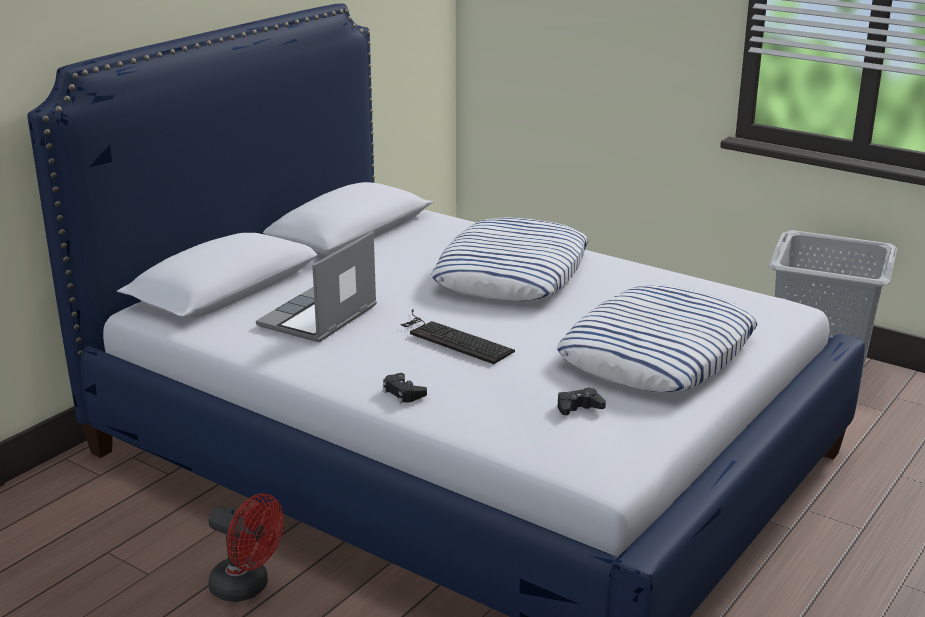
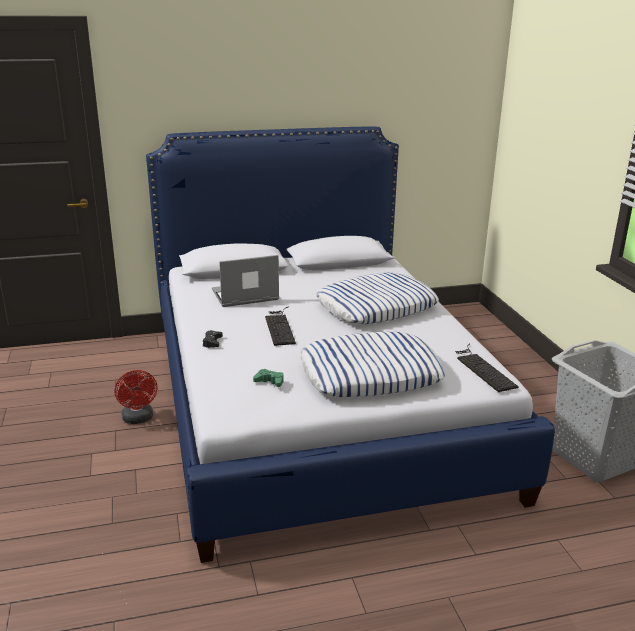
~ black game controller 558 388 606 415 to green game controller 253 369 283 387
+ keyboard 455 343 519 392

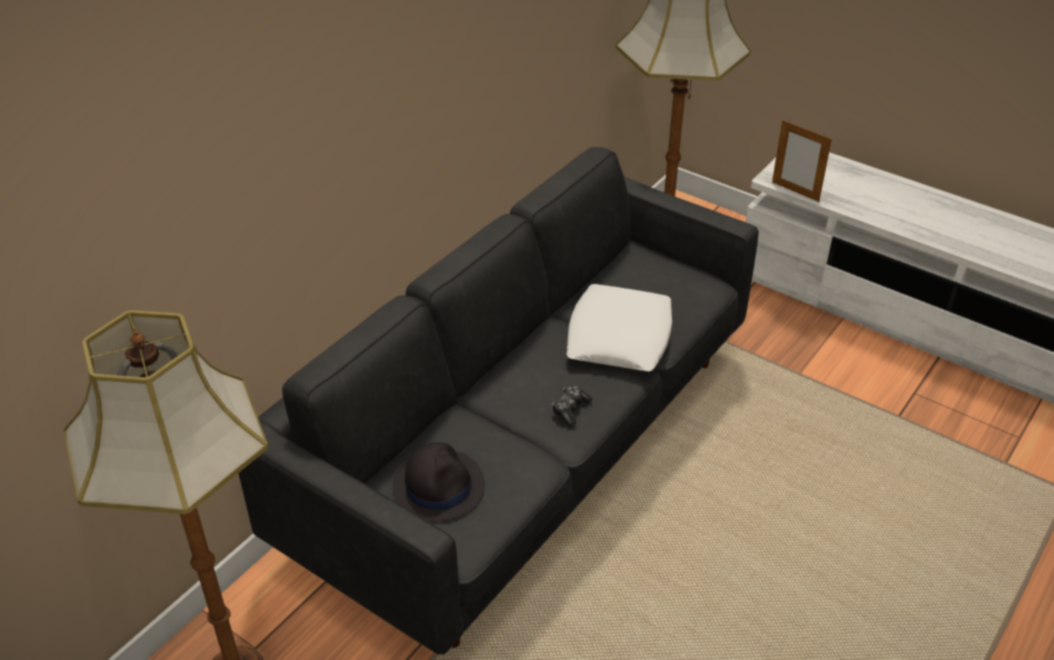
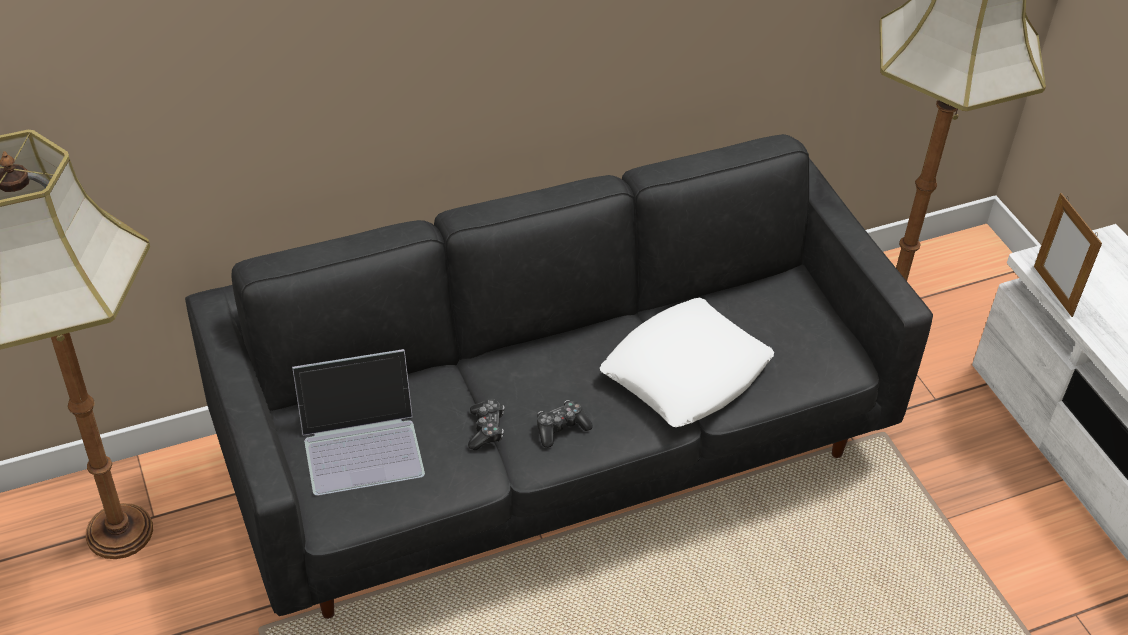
~ black hat 392 442 485 522 to laptop 292 349 425 496
+ game controller 468 399 505 450

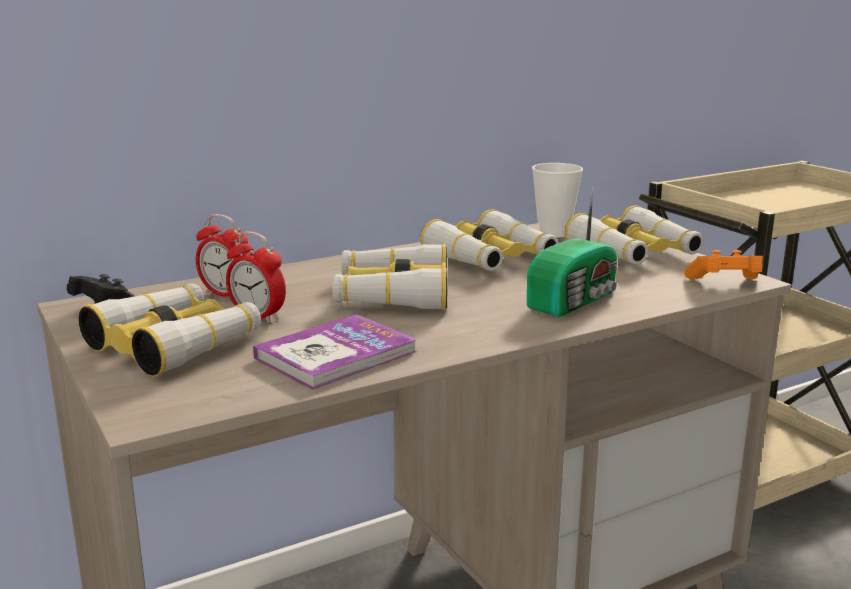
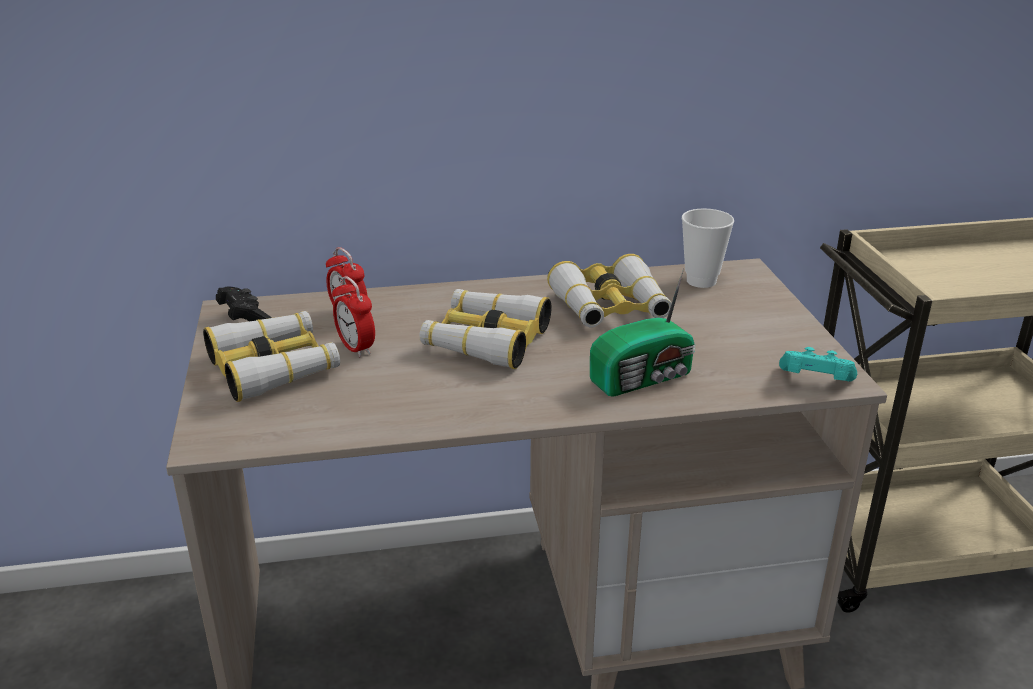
- binoculars 564 205 704 265
~ orange game controller 684 250 763 279 to turquoise game controller 779 347 857 381
- book 253 314 417 390

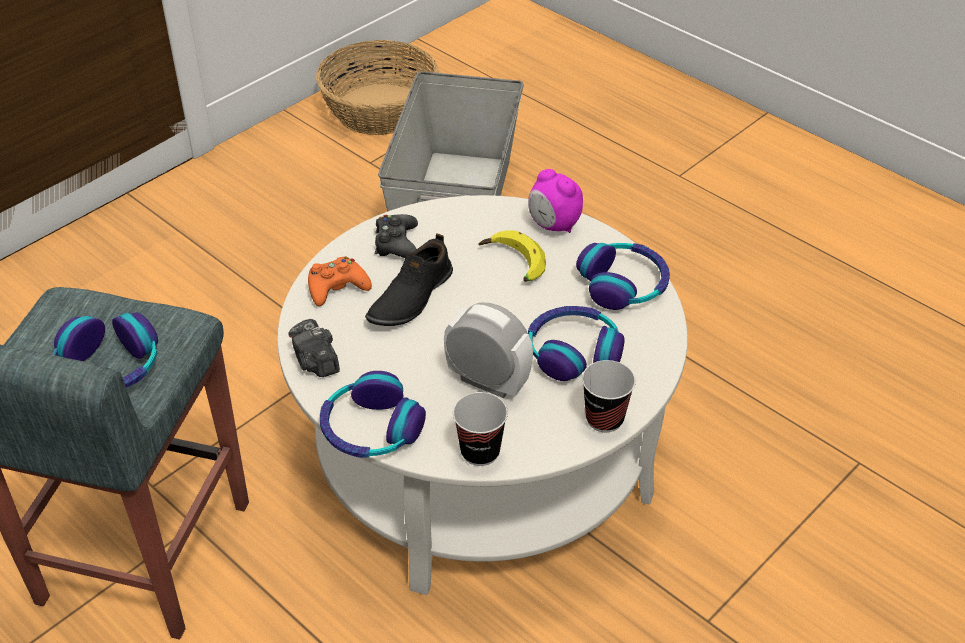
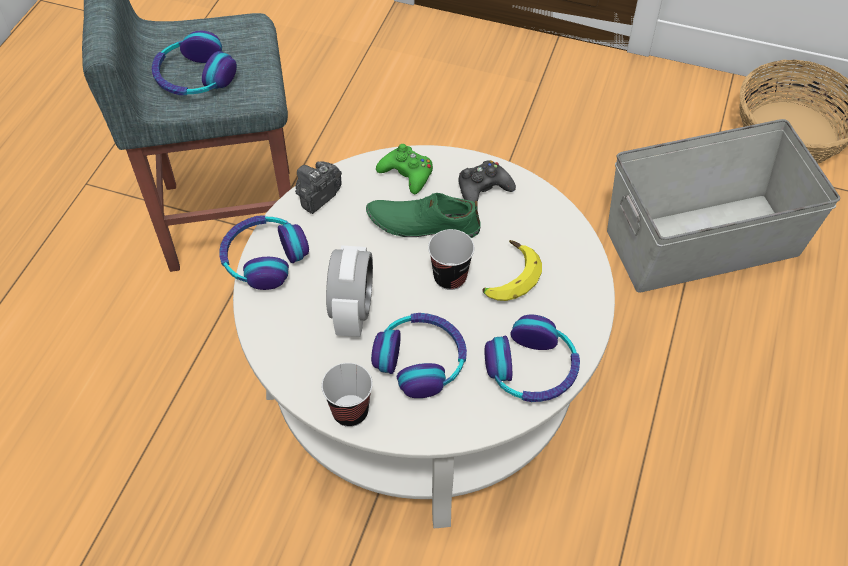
- alarm clock 528 169 583 233
~ black shoe 365 233 453 326 to green shoe 366 193 481 238
~ orange game controller 308 256 372 306 to green game controller 376 144 433 194
~ cup 453 392 508 466 to 428 229 474 290

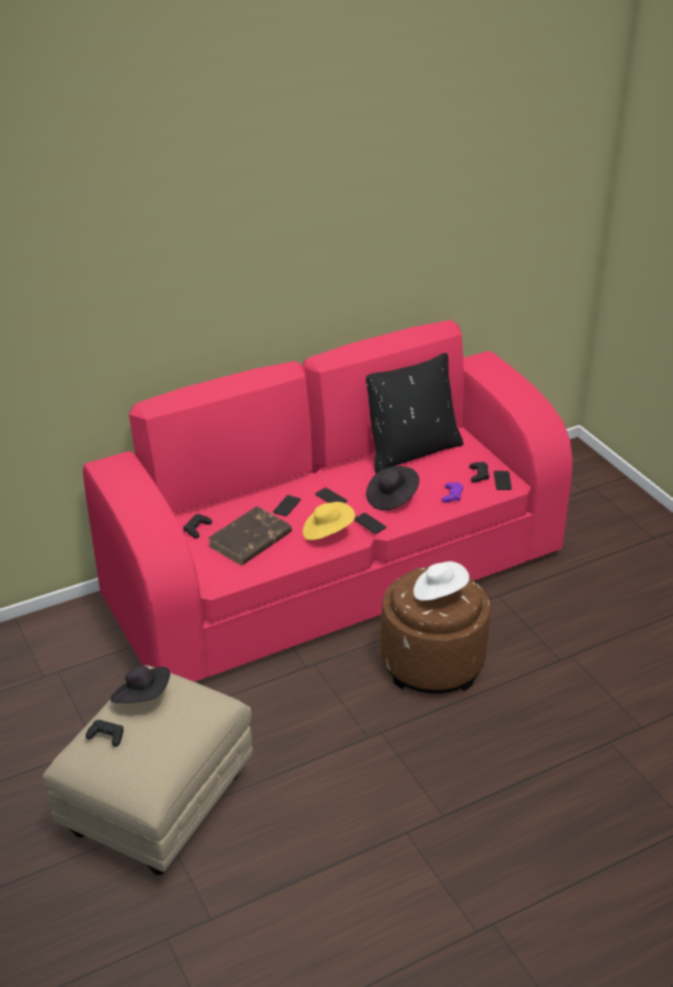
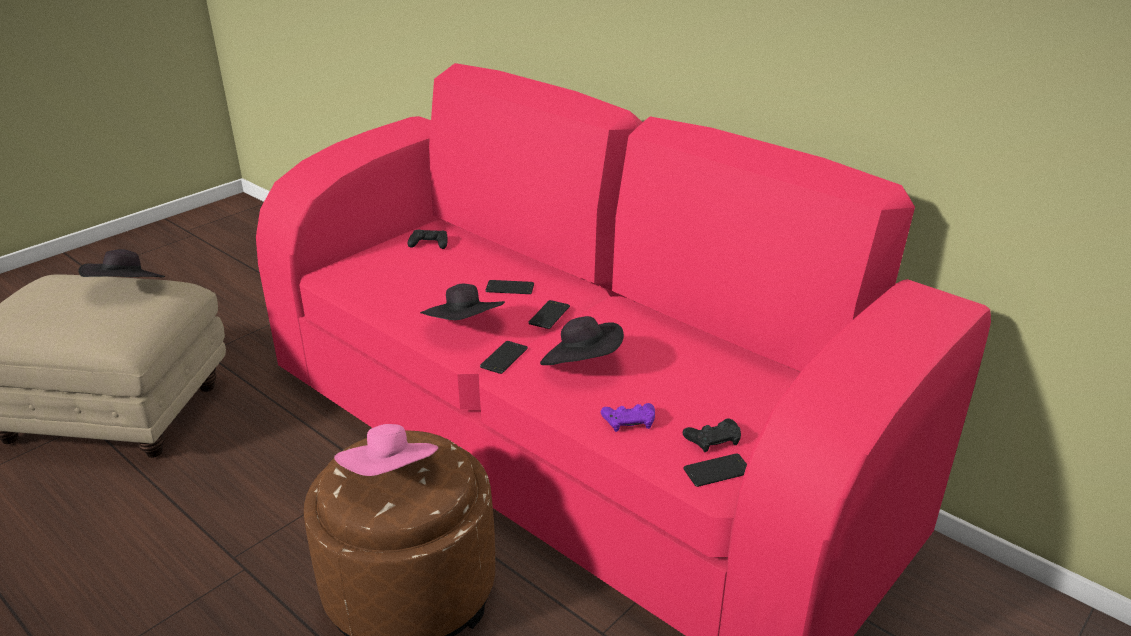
- black pillow 366 353 464 473
~ yellow hat 303 502 355 540 to black hat 420 284 505 320
- brown book 208 506 292 565
~ white hat 413 561 469 601 to pink hat 334 424 438 476
- black game controller 85 720 124 747

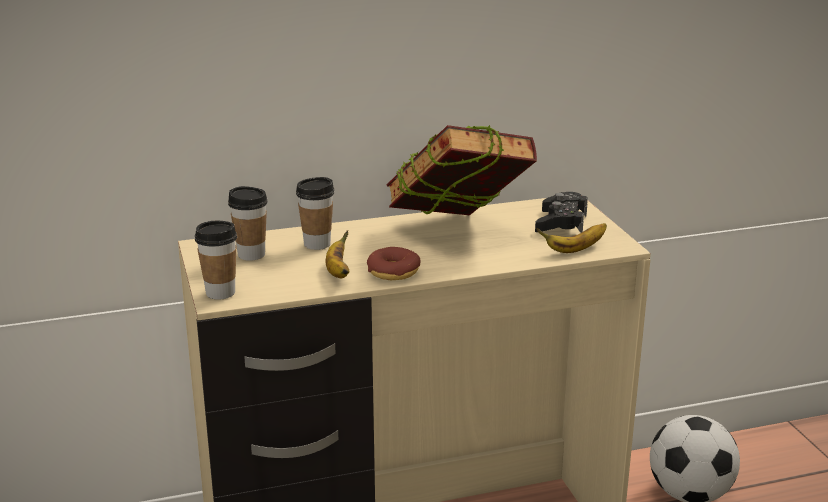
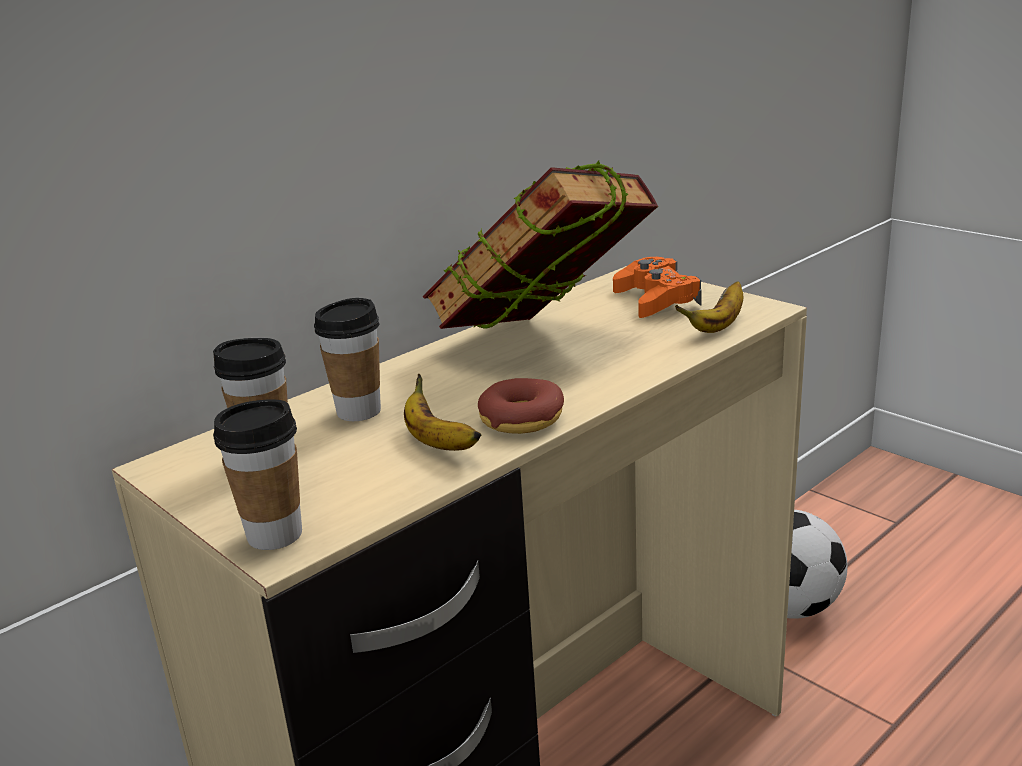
~ black game controller 535 192 588 233 to orange game controller 613 257 702 318

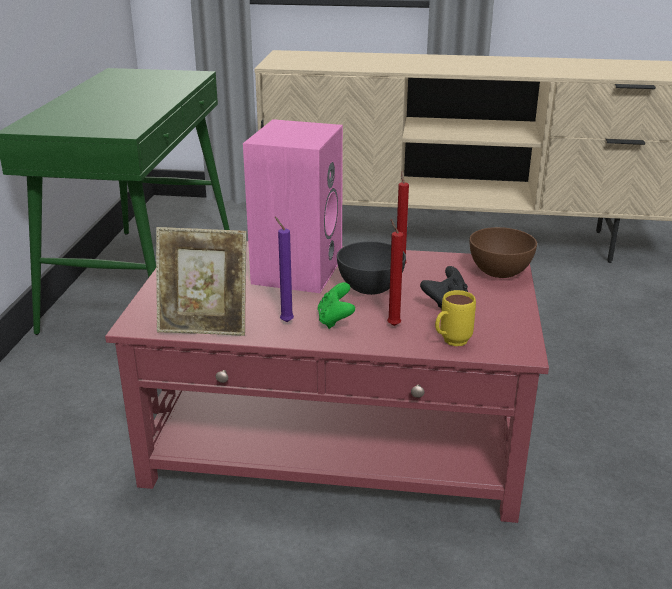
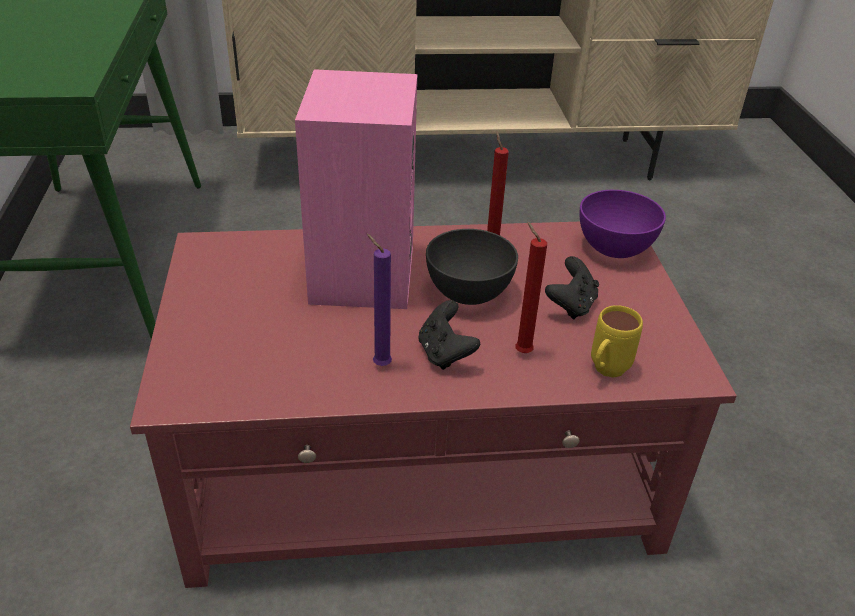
- picture frame 156 227 247 336
~ brown bowl 470 227 537 278 to purple bowl 580 190 666 258
~ green game controller 317 282 355 329 to black game controller 418 300 480 370

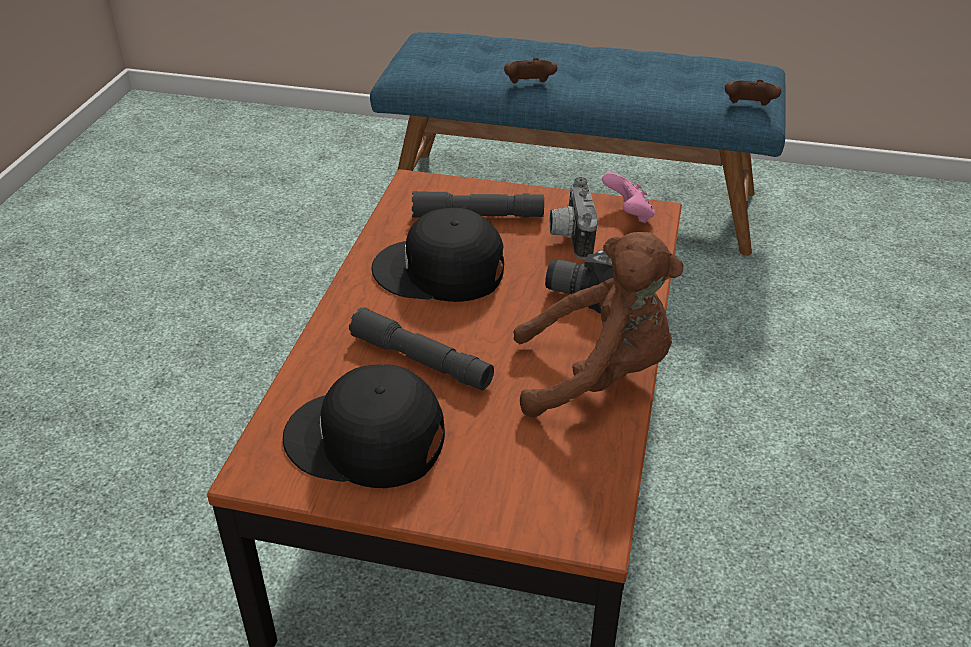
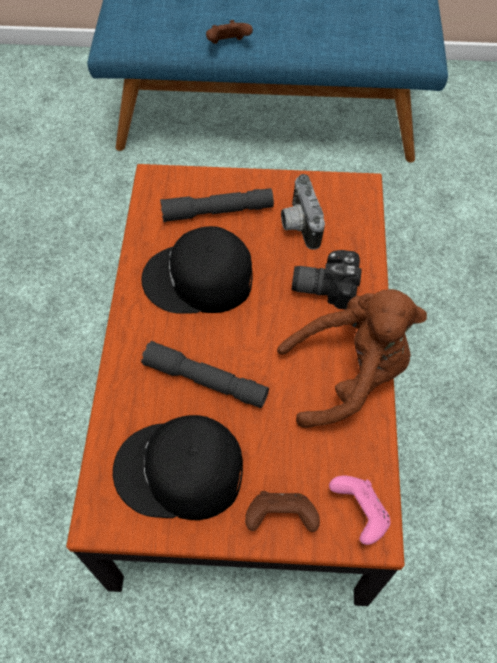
~ brown game controller 725 80 782 106 to 245 491 320 532
~ pink game controller 602 172 655 223 to 329 475 390 545

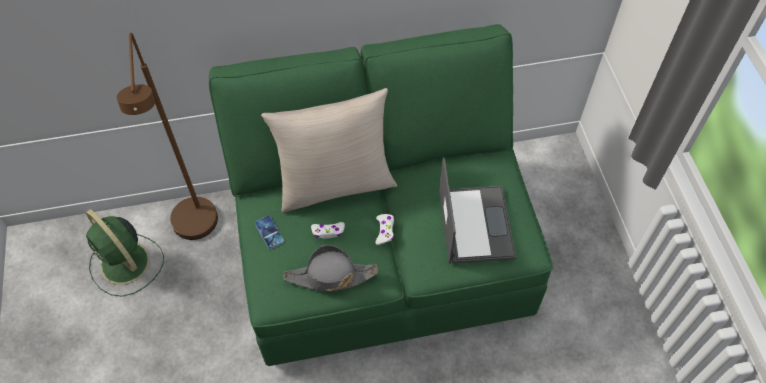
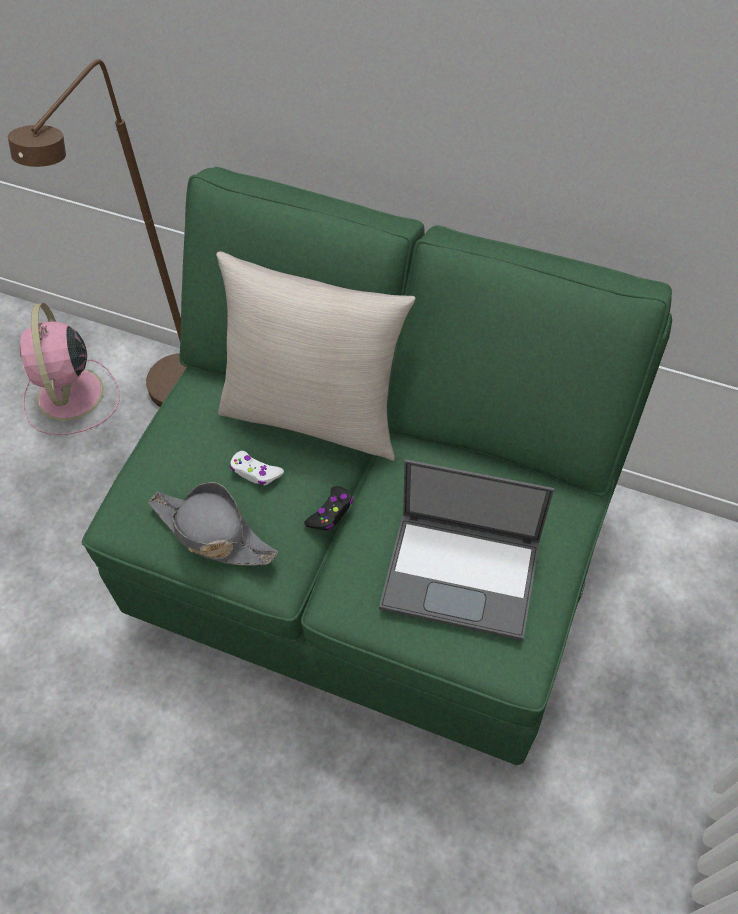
~ laptop 439 157 516 264 = 379 459 554 641 75 degrees clockwise
~ green fan 86 210 164 297 to pink fan 20 303 120 435
~ white game controller 375 214 395 245 to black game controller 304 486 353 530
- phone 254 215 284 249

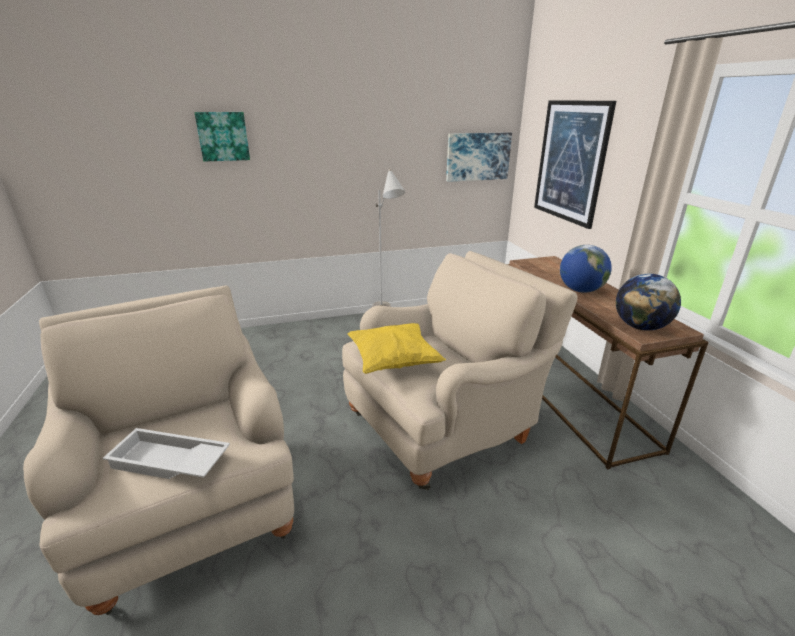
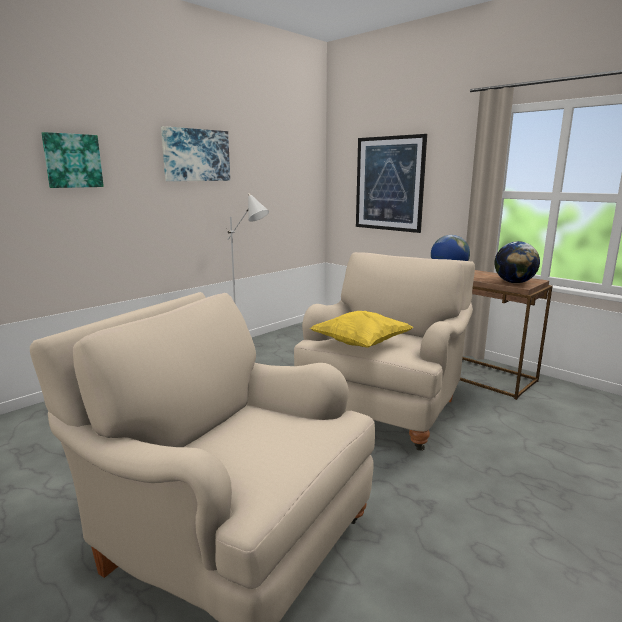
~ picture 446 132 512 182 to 161 126 230 181
- white tray 103 428 230 479

